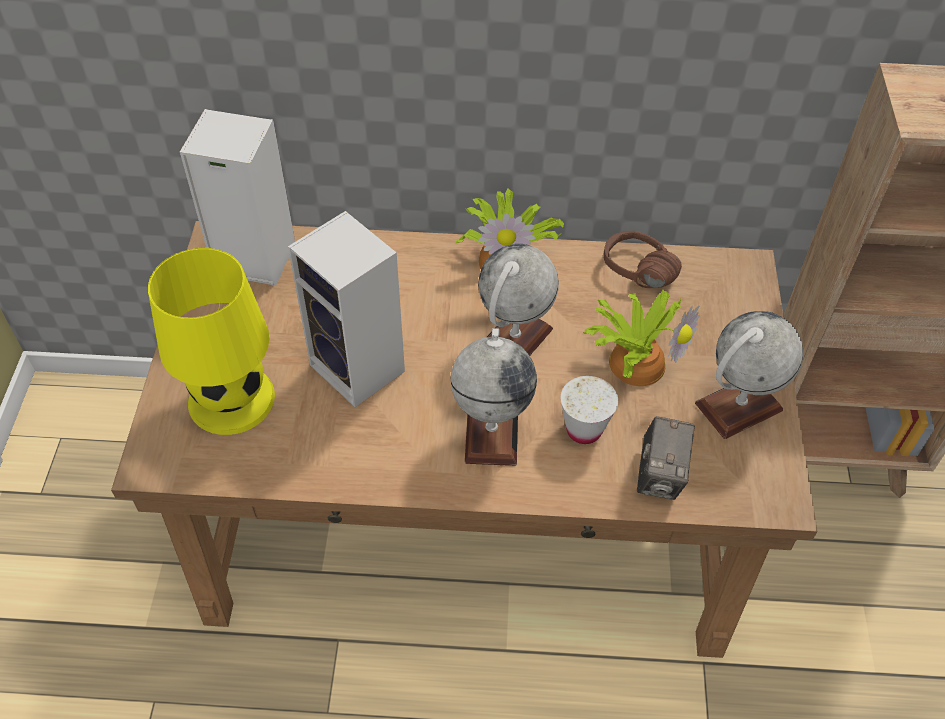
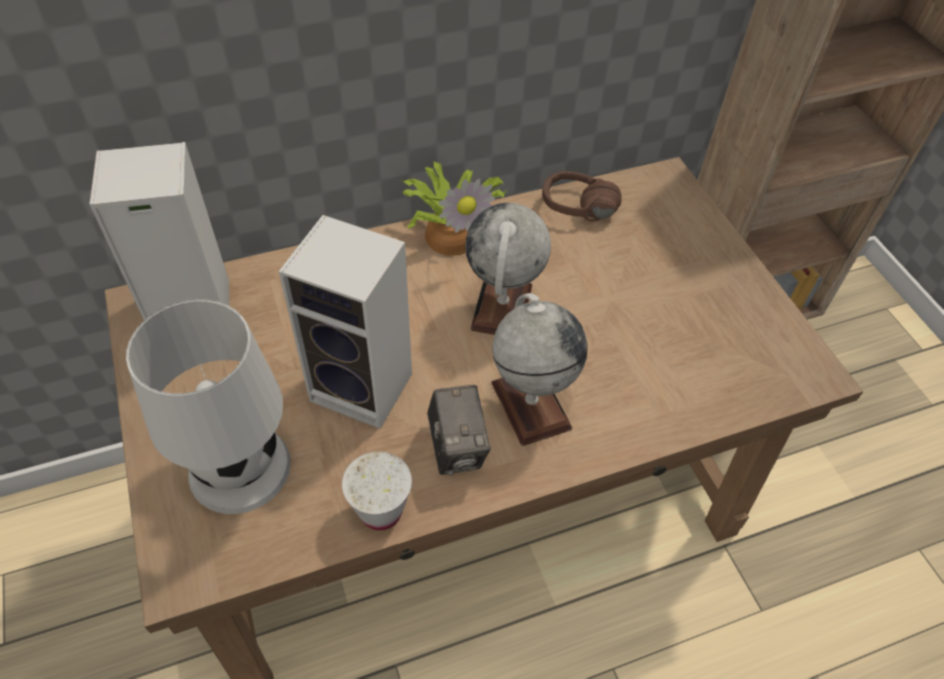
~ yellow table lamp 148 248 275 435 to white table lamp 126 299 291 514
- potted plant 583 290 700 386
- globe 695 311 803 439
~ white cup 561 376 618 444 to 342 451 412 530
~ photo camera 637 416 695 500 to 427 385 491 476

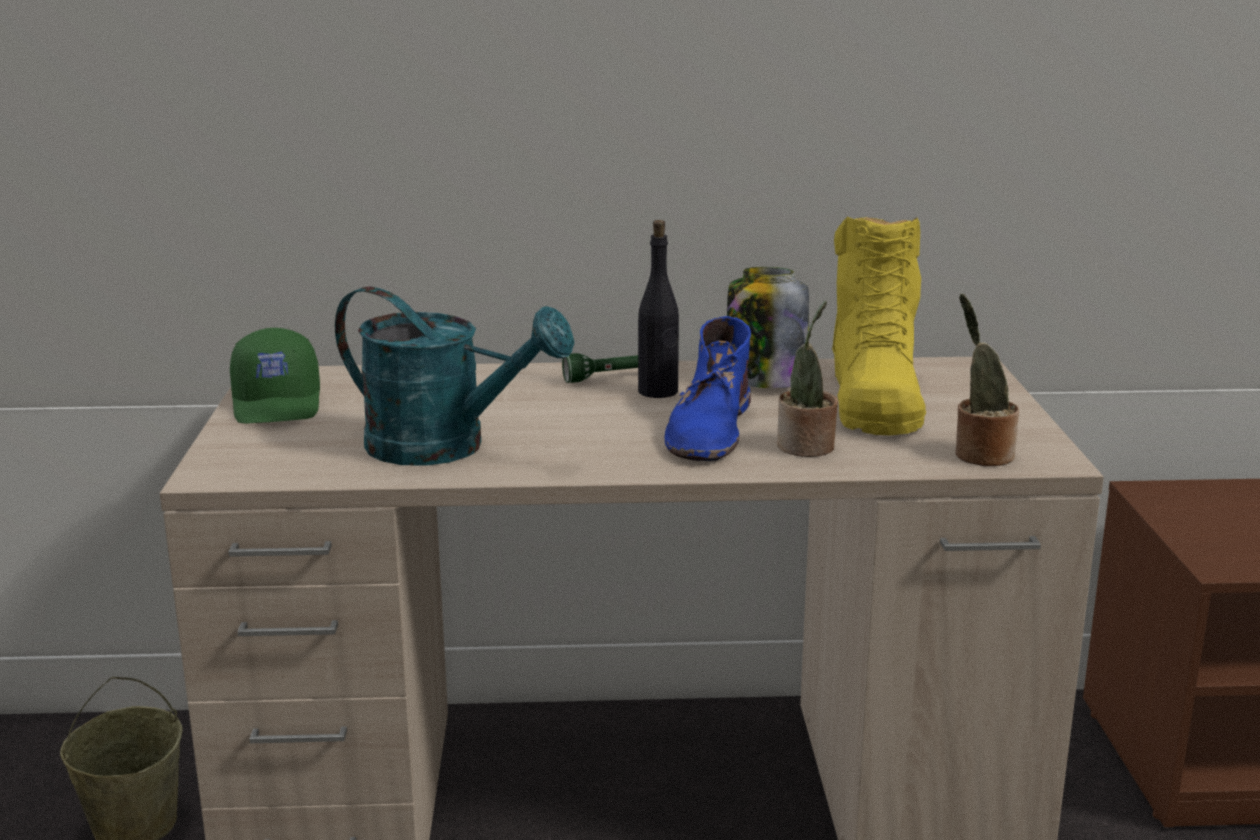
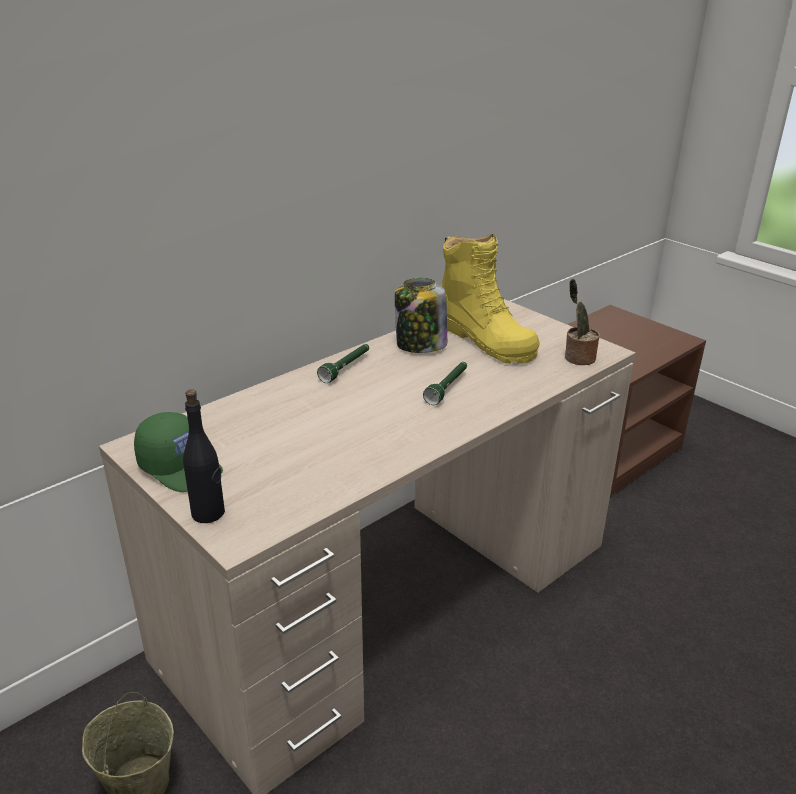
~ black bottle 638 220 679 398 to 183 389 225 523
- turquoise watering can 335 286 574 466
- potted plant 777 301 838 457
~ blue boot 665 316 751 461 to green flashlight 423 362 467 405

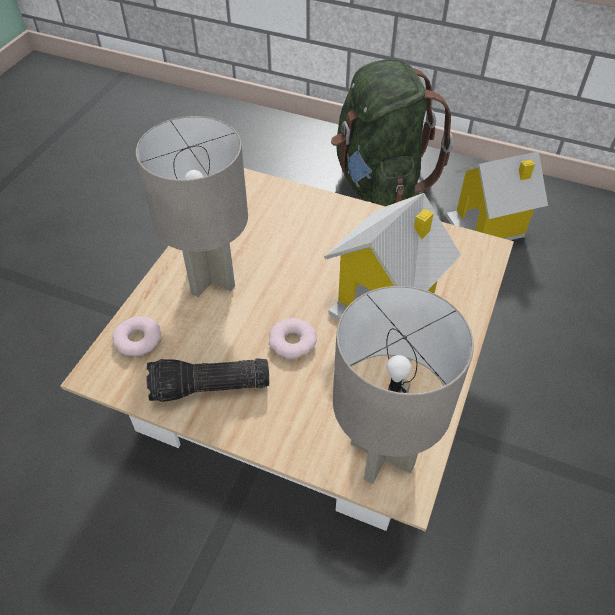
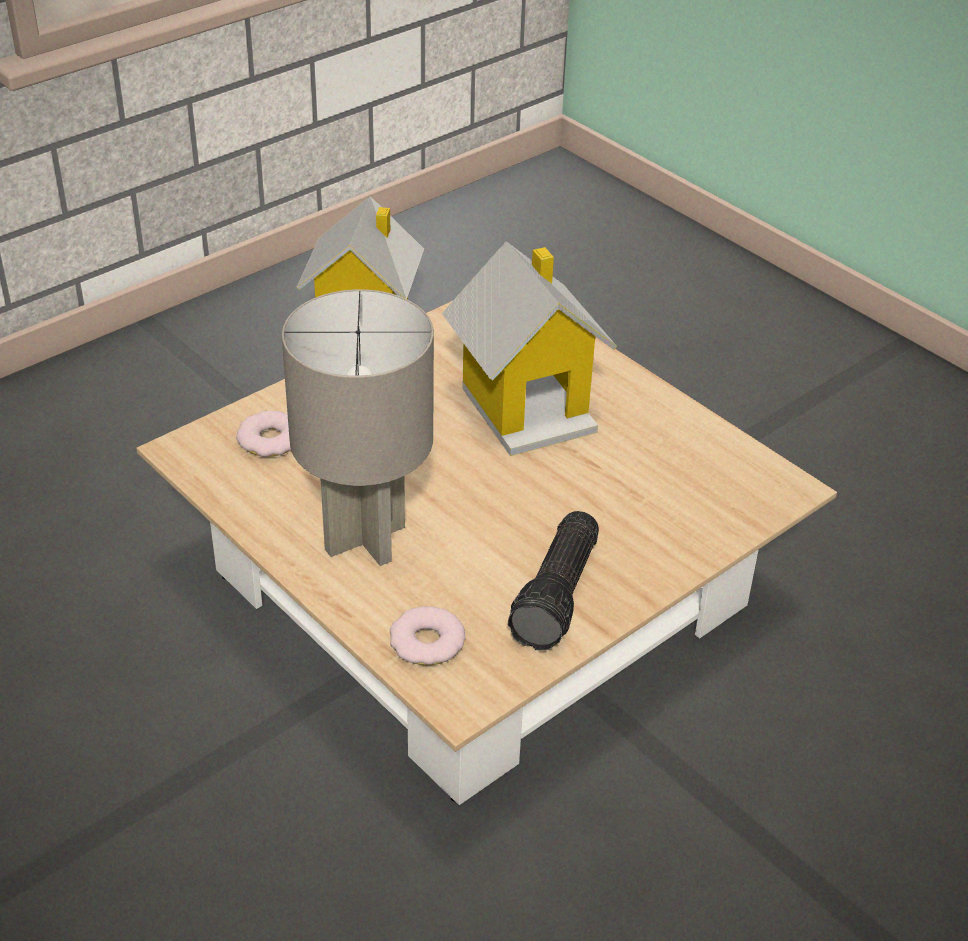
- green backpack 331 59 453 206
- grey table lamp 333 286 474 484
~ donut 269 318 317 359 to 236 411 291 457

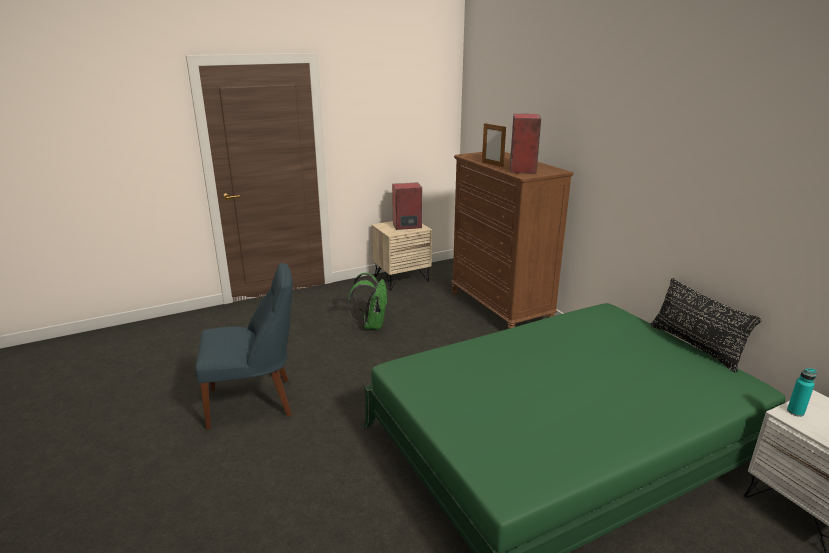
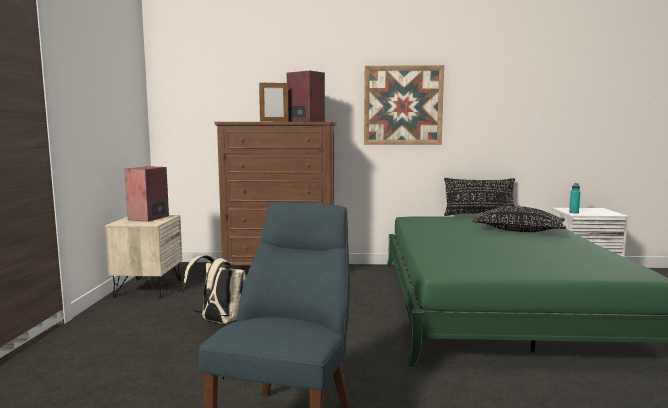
~ green backpack 347 273 388 330 to beige backpack 183 255 246 324
+ picture 364 65 444 145
+ black pillow 473 206 566 232

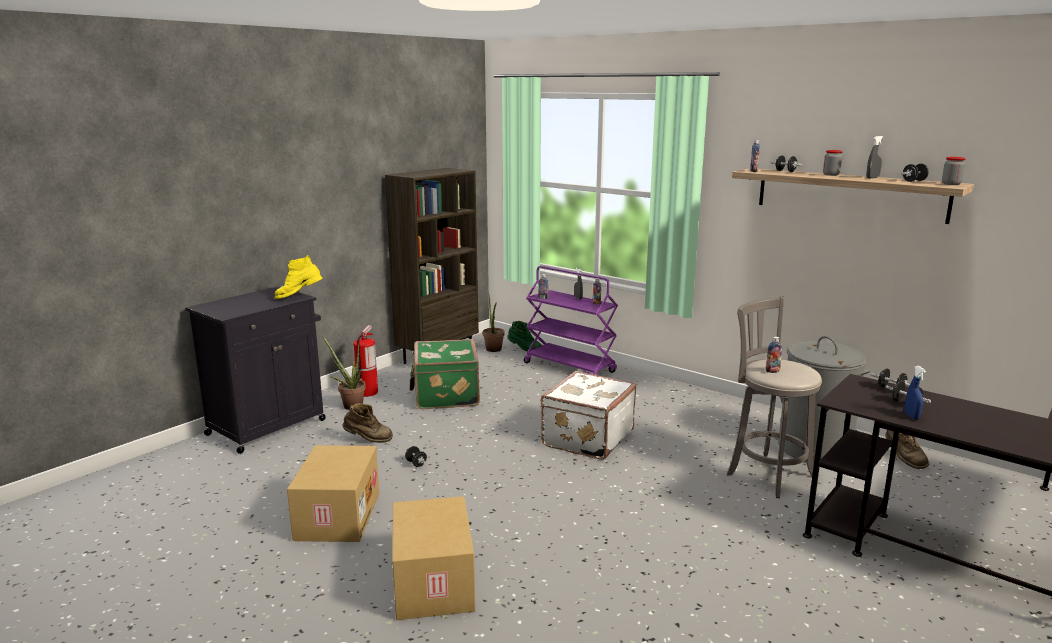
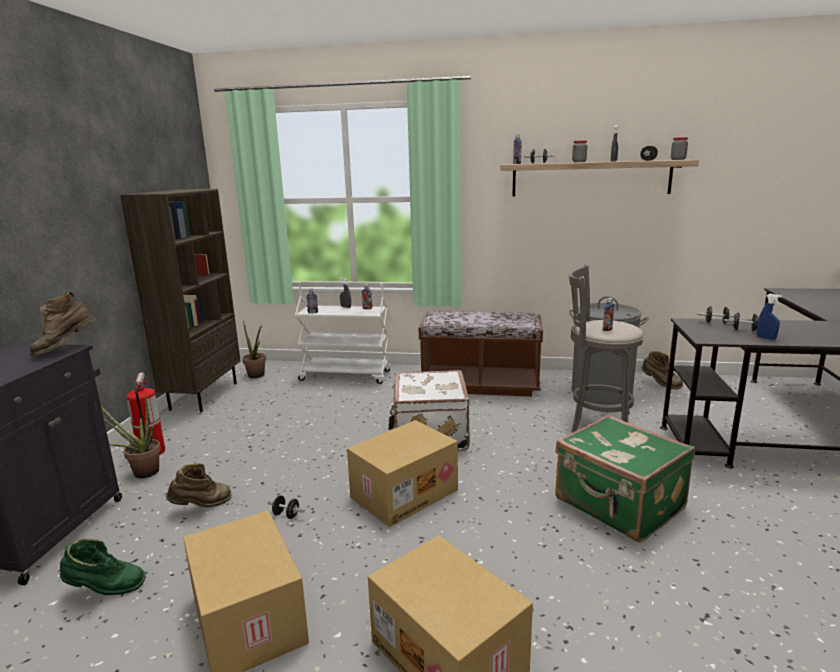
~ yellow boot 274 255 323 299 to brown boot 30 292 97 357
~ purple cart 524 266 618 375 to white cart 295 281 391 384
~ green boot 507 321 541 351 to 60 538 146 595
~ green suitcase 409 339 480 409 to 555 415 695 542
+ brown bench 419 312 543 397
+ cardboard box 347 420 458 527

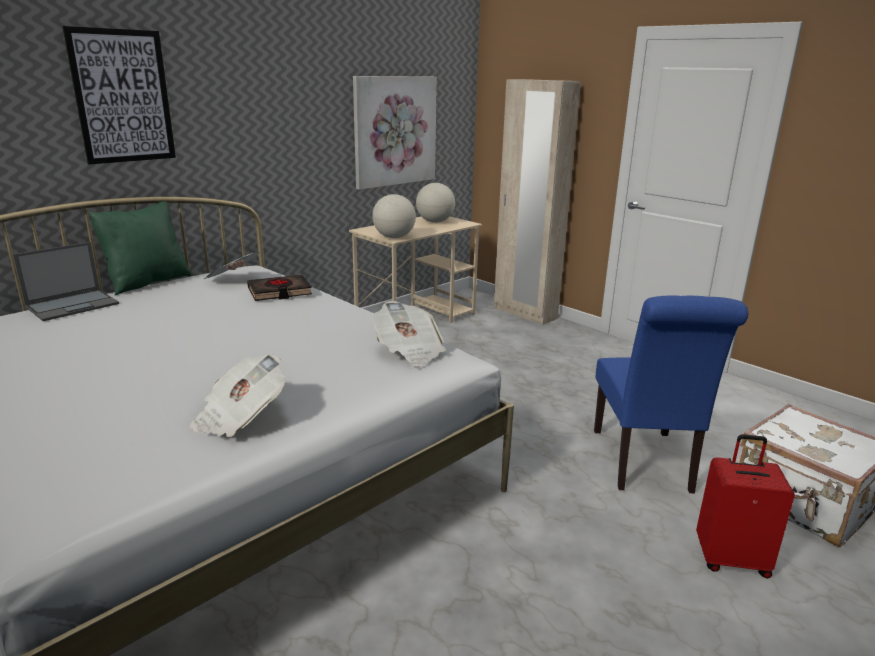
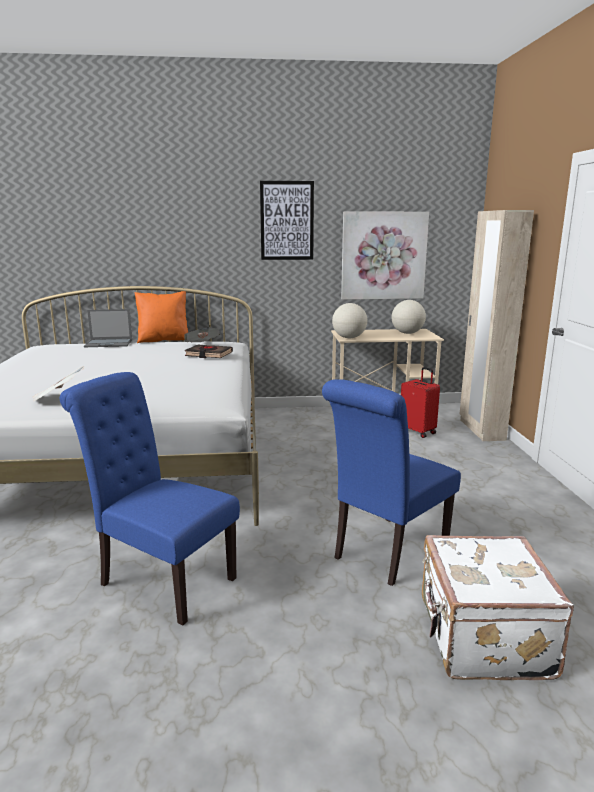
~ picture 62 26 176 164 to 260 181 314 260
~ green pillow 89 201 192 295 to orange pillow 134 291 188 343
- newspaper 373 301 446 367
~ red suitcase 696 434 795 578 to 401 367 440 438
+ blue chair 60 372 240 625

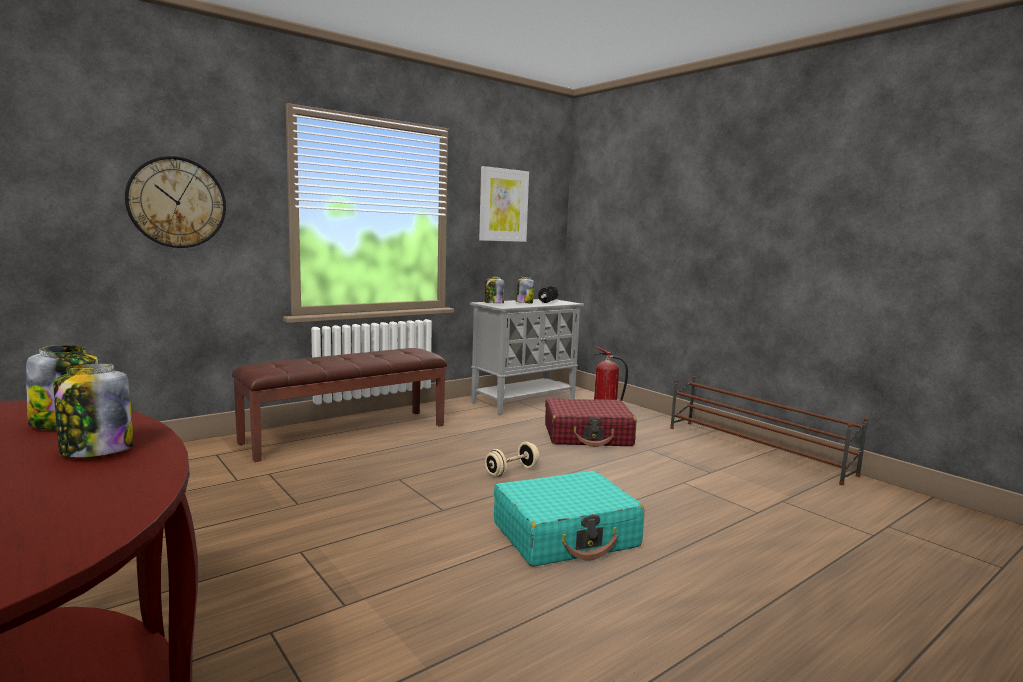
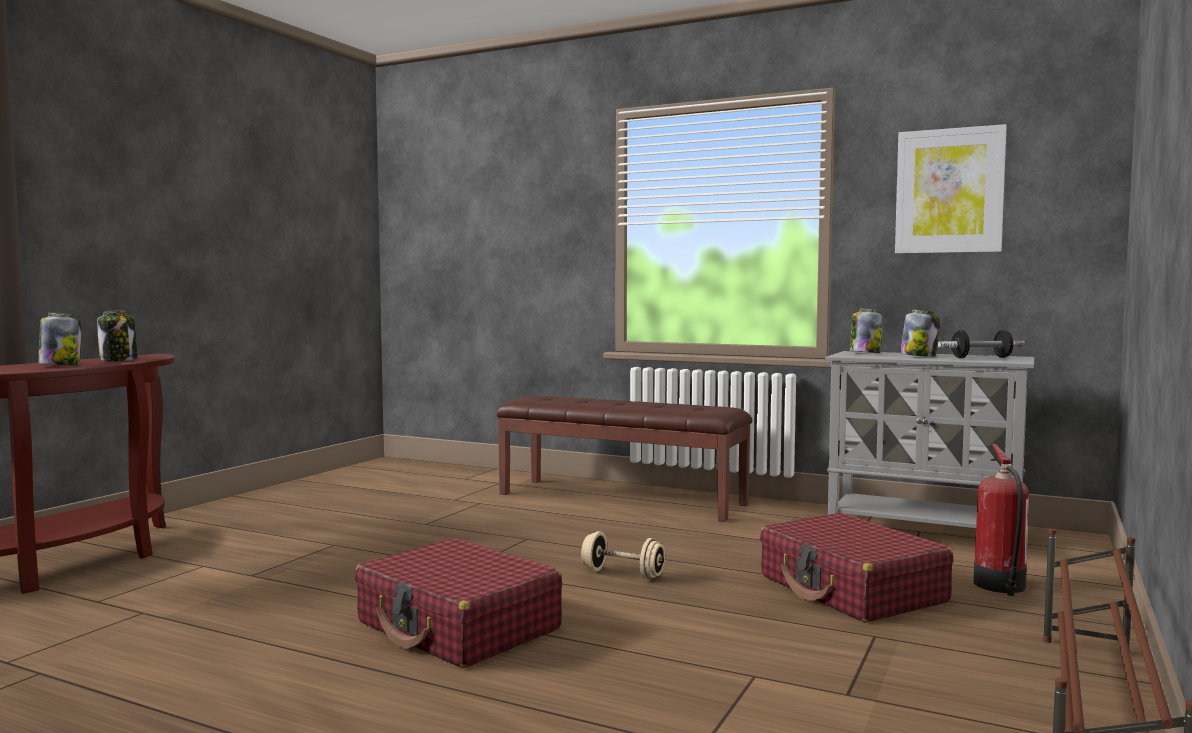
- wall clock 125 156 226 248
~ turquoise suitcase 494 471 644 567 to red suitcase 355 538 562 668

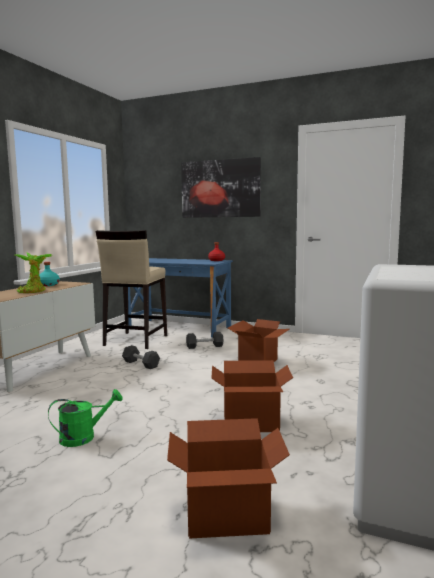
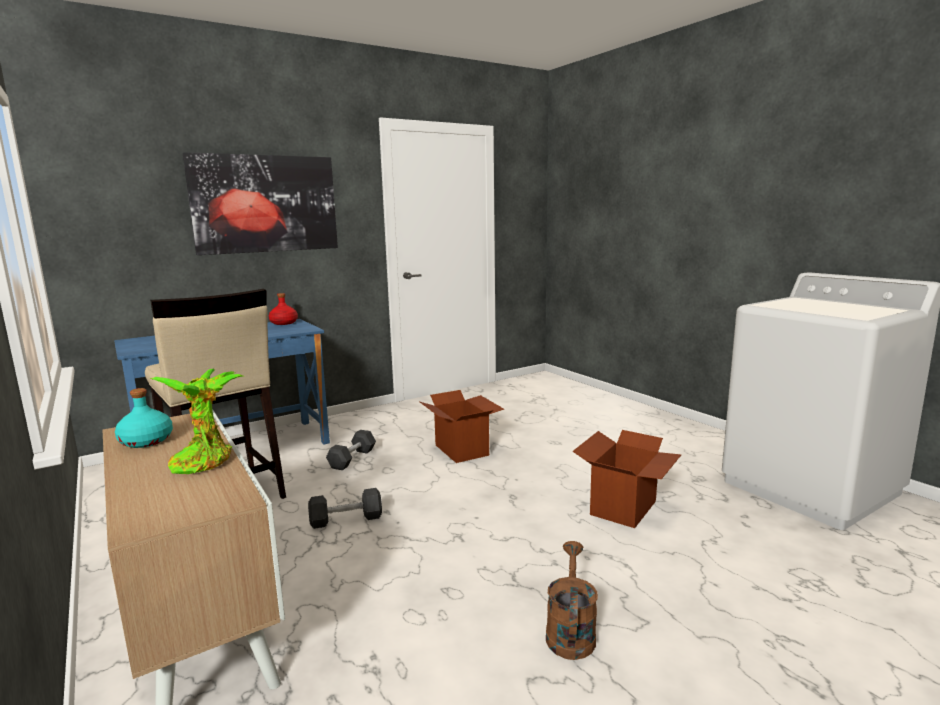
~ green watering can 48 389 123 447 to brown watering can 546 541 598 660
- cardboard box 167 418 290 539

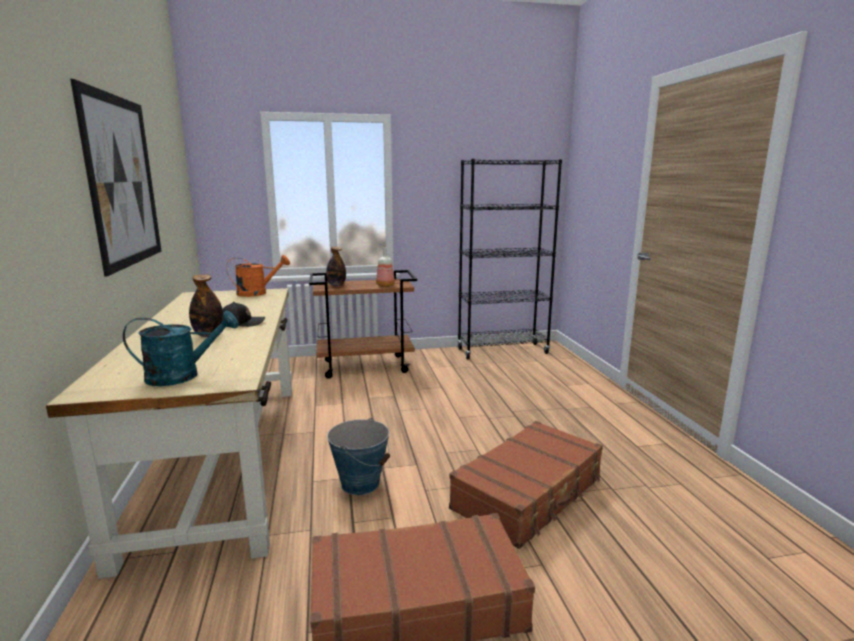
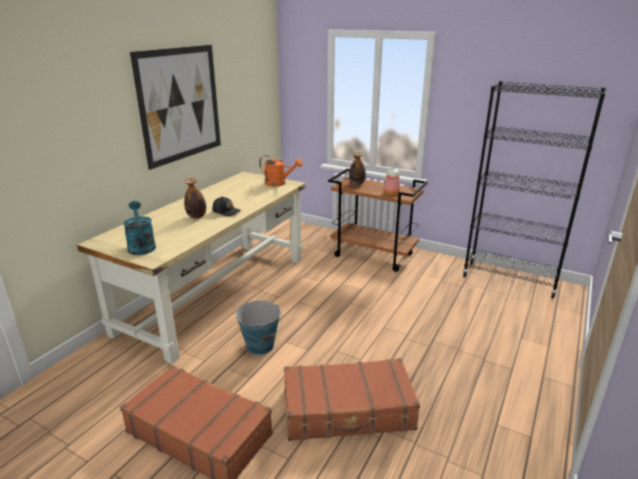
~ turquoise watering can 123 310 239 386 = 123 201 156 255 135 degrees counterclockwise

